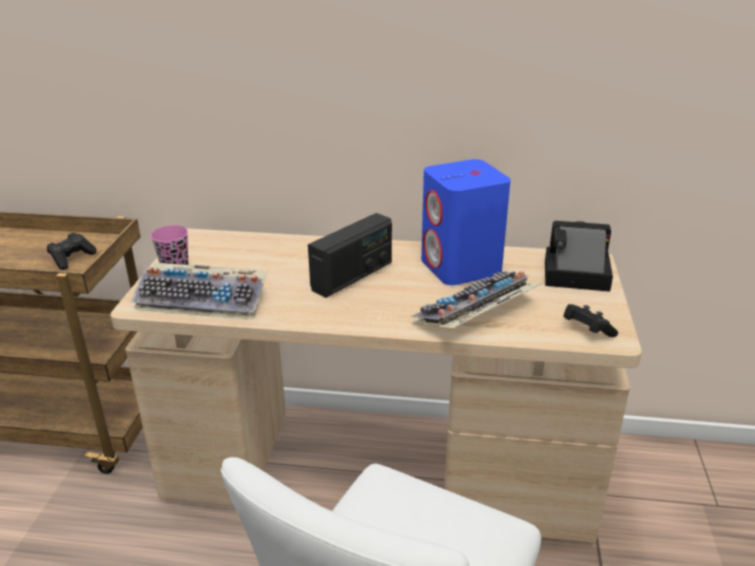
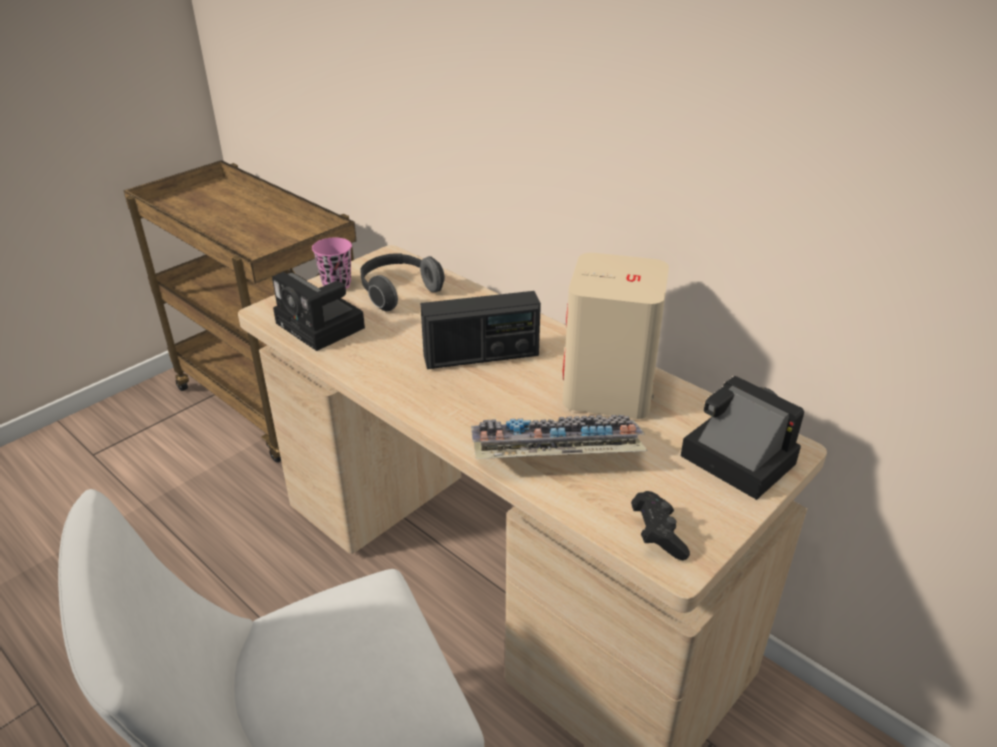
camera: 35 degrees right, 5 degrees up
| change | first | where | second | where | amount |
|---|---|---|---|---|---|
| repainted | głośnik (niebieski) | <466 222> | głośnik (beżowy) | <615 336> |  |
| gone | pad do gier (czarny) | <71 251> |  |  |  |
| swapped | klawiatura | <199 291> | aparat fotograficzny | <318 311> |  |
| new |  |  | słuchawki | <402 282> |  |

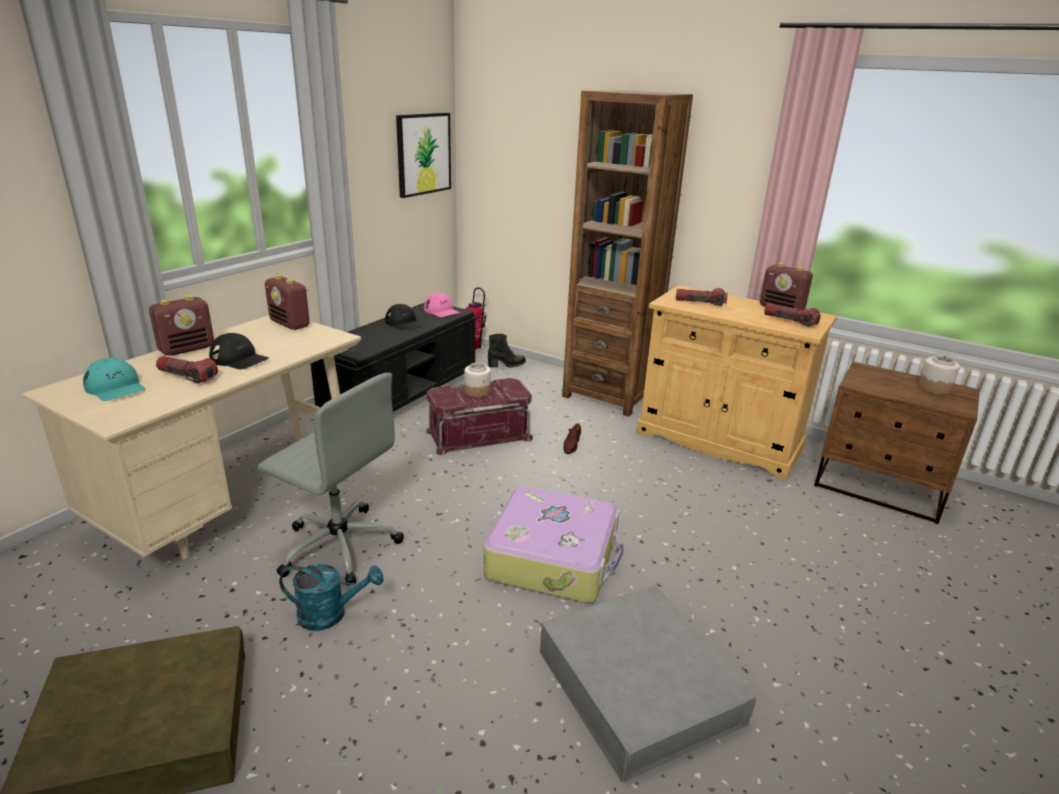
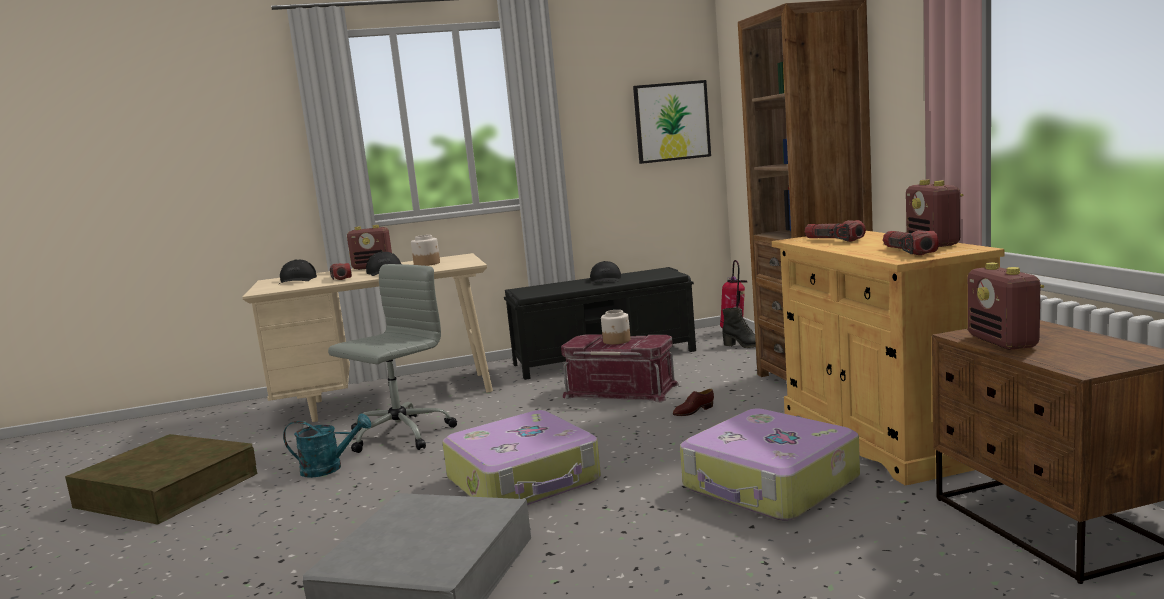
camera: 45 degrees right, 15 degrees down
| change | first | where | second | where | amount |
|---|---|---|---|---|---|
| shifted | radio | <287 302> |  | <1006 306> |  |
| gone | czapka z daszkiem (różowy) | <442 305> |  |  |  |
| shifted | słoik | <939 375> |  | <425 250> |  |
| repainted | czapka z daszkiem (turkusowy) | <114 379> | czapka z daszkiem (czarny) | <298 271> |  |
| rotated | krzesło biurowe (szary) | <331 479> |  | <392 358> | 120 degrees counterclockwise |
| rotated | konewka (turkusowy) | <331 597> |  | <327 445> | 45 degrees counterclockwise |
| new |  |  | walizka | <770 465> |  |

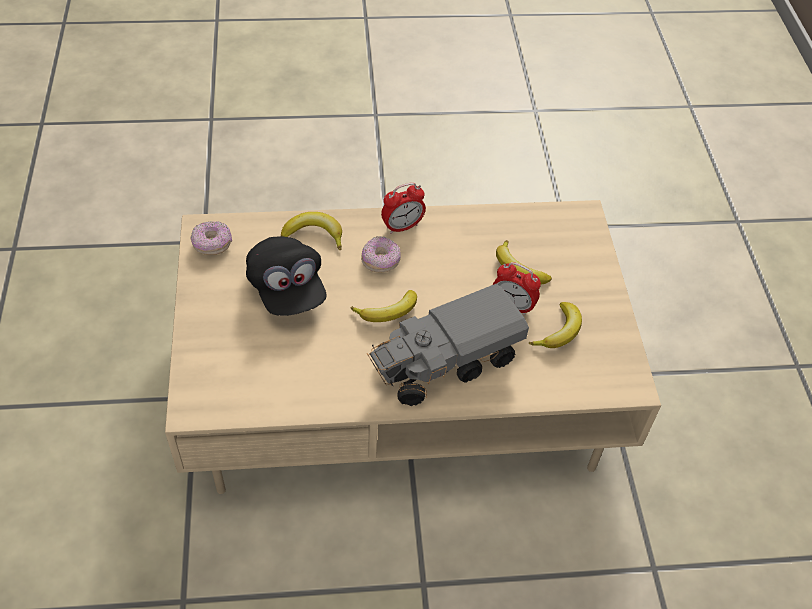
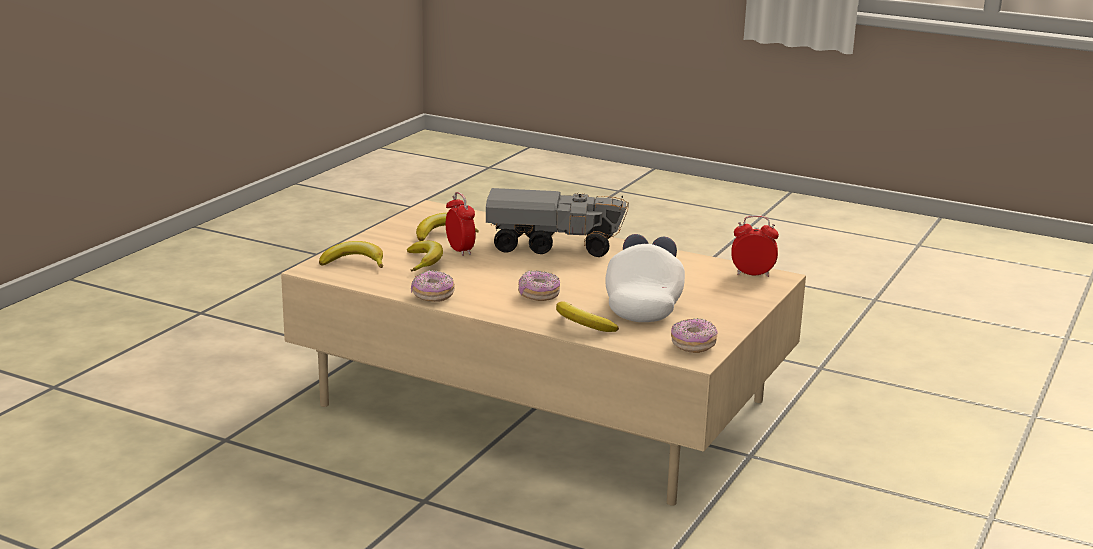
camera: 145 degrees left, 30 degrees down
| change | first | where | second | where | amount |
|---|---|---|---|---|---|
| shifted | budzik | <403 208> |  | <755 246> |  |
| repainted | czapka z daszkiem (czarny) | <286 276> | czapka z daszkiem (biały) | <645 278> |  |
| shifted | banan | <383 306> |  | <351 254> |  |
| new |  |  | donut | <433 286> |  |

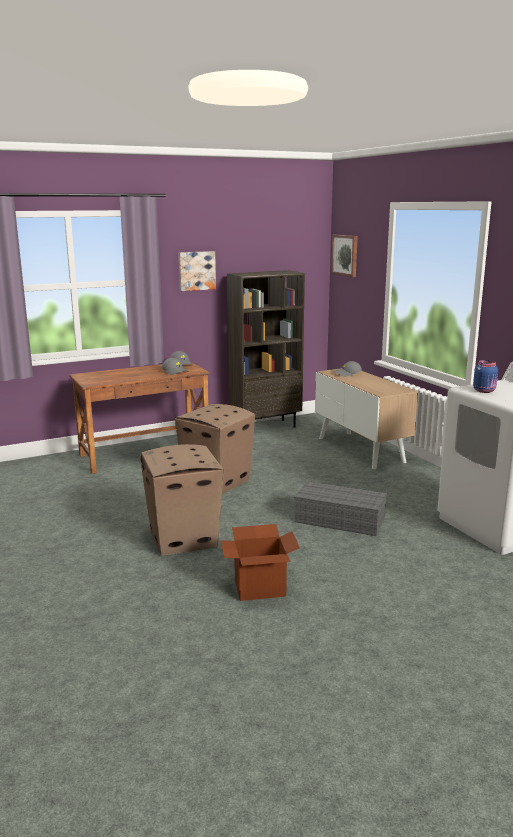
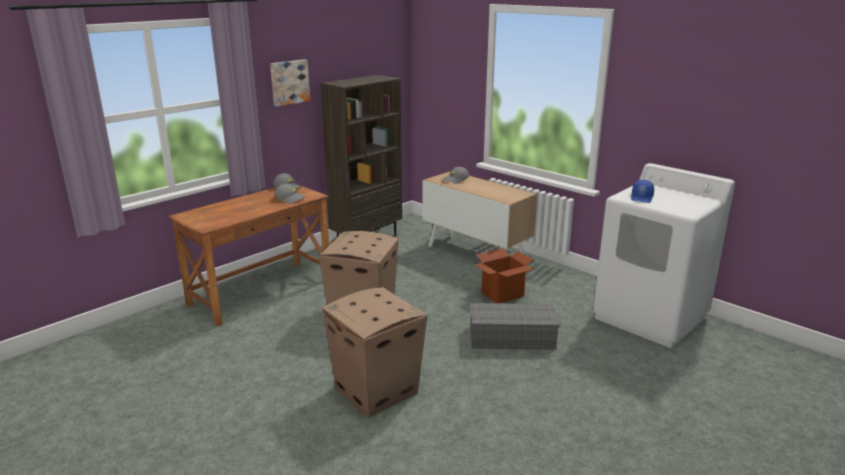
camera: 20 degrees left, 5 degrees up
| change | first | where | second | where | amount |
|---|---|---|---|---|---|
| gone | obraz | <344 256> |  |  |  |
| swapped | słoik (niebieski) | <485 376> | czapka z daszkiem (niebieski) | <642 191> |  |
| shifted | karton | <260 562> |  | <504 275> |  |

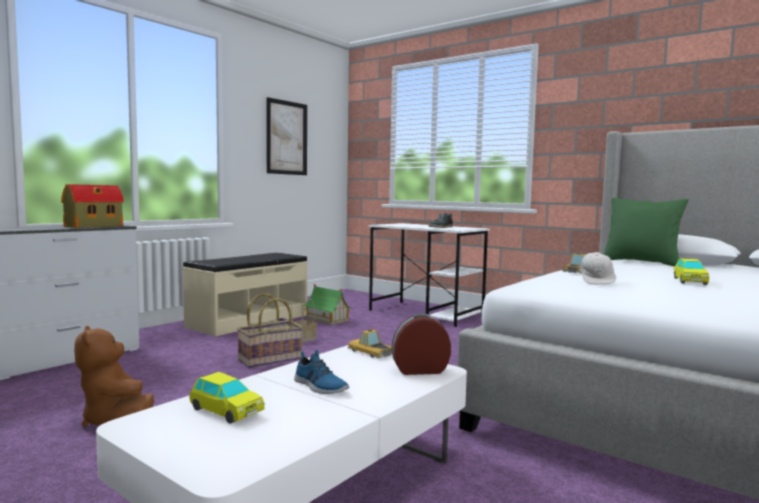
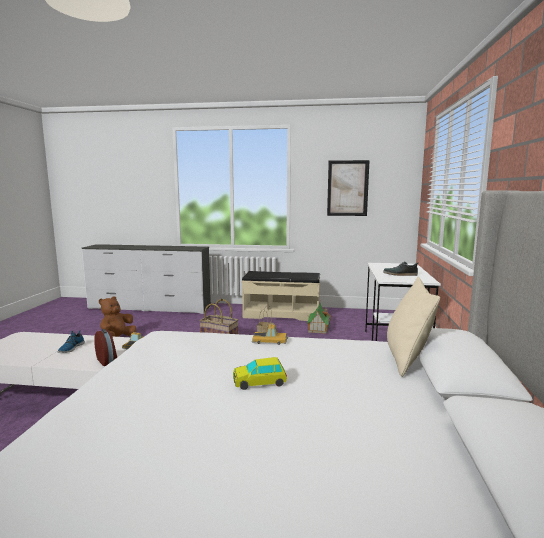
camera: 60 degrees right, 5 degrees up
| change | first | where | second | where | amount |
|---|---|---|---|---|---|
| gone | domek | <92 206> |  |  |  |
| repainted | poduszka (zielony) | <645 231> | poduszka (beżowy) | <413 327> |  |
| gone | czapka z daszkiem (biały) | <598 268> |  |  |  |
| gone | samochodzik | <227 398> |  |  |  |

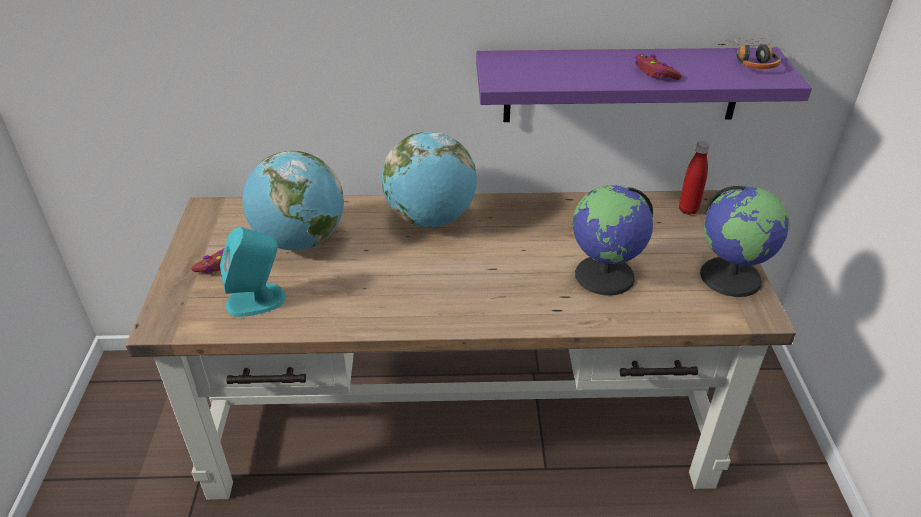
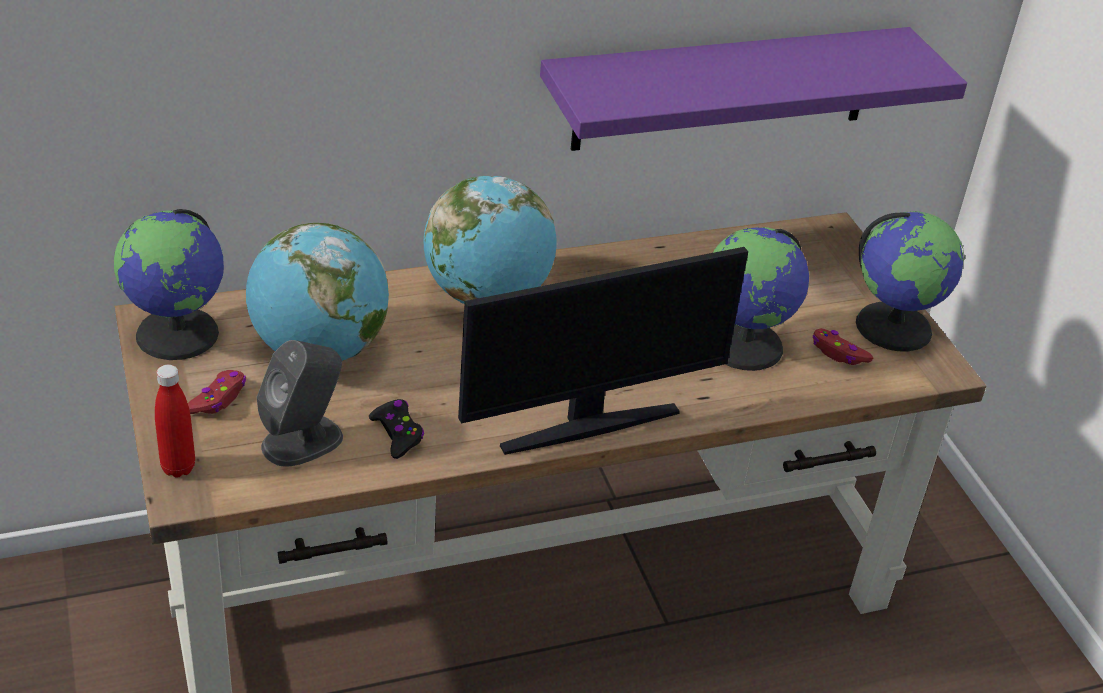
camera: 20 degrees left, 0 degrees up
| change | first | where | second | where | amount |
|---|---|---|---|---|---|
| gone | słuchawki | <749 53> |  |  |  |
| shifted | pad do gier (czerwony) | <658 67> |  | <843 346> |  |
| shifted | butelka (czerwony) | <694 178> |  | <175 421> |  |
| repainted | głośnik (turkusowy) | <253 272> | głośnik (szary) | <300 403> |  |
| new |  |  | globus | <169 284> |  |
| new |  |  | monitor | <603 351> |  |
| new |  |  | pad do gier (czarny) | <396 429> |  |

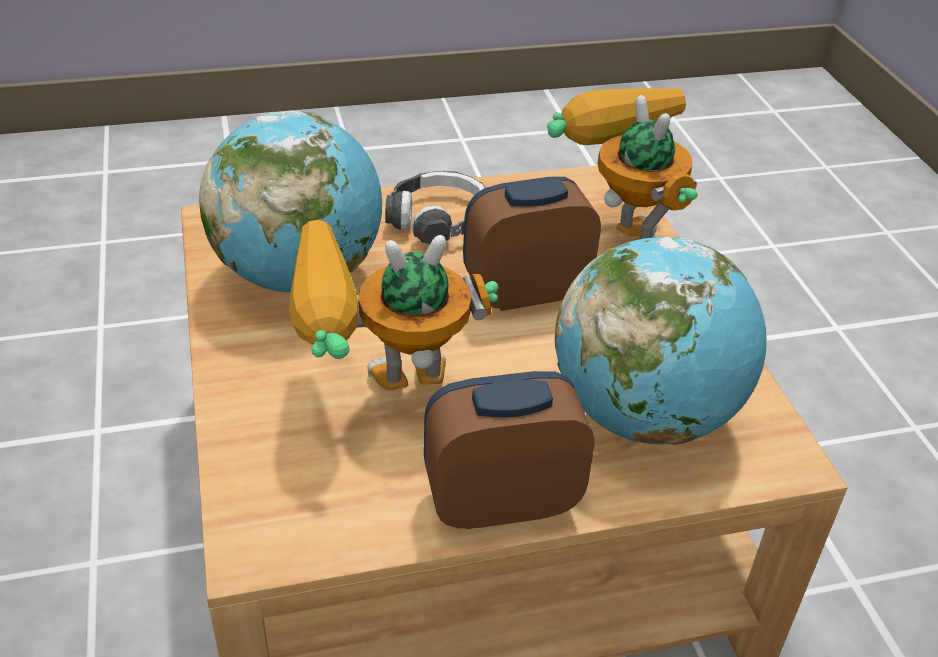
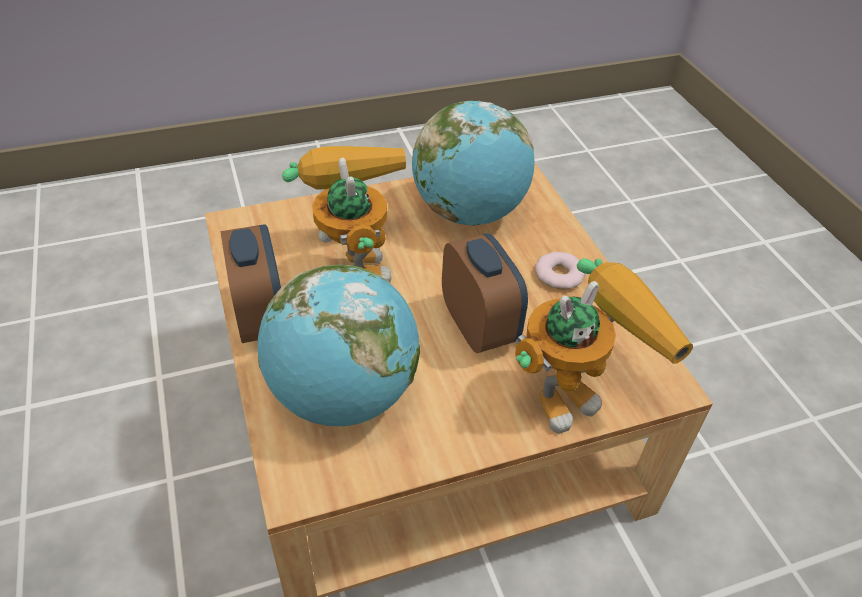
camera: 85 degrees right, 5 degrees up
| change | first | where | second | where | amount |
|---|---|---|---|---|---|
| swapped | słuchawki | <435 208> | donut | <560 270> |  |

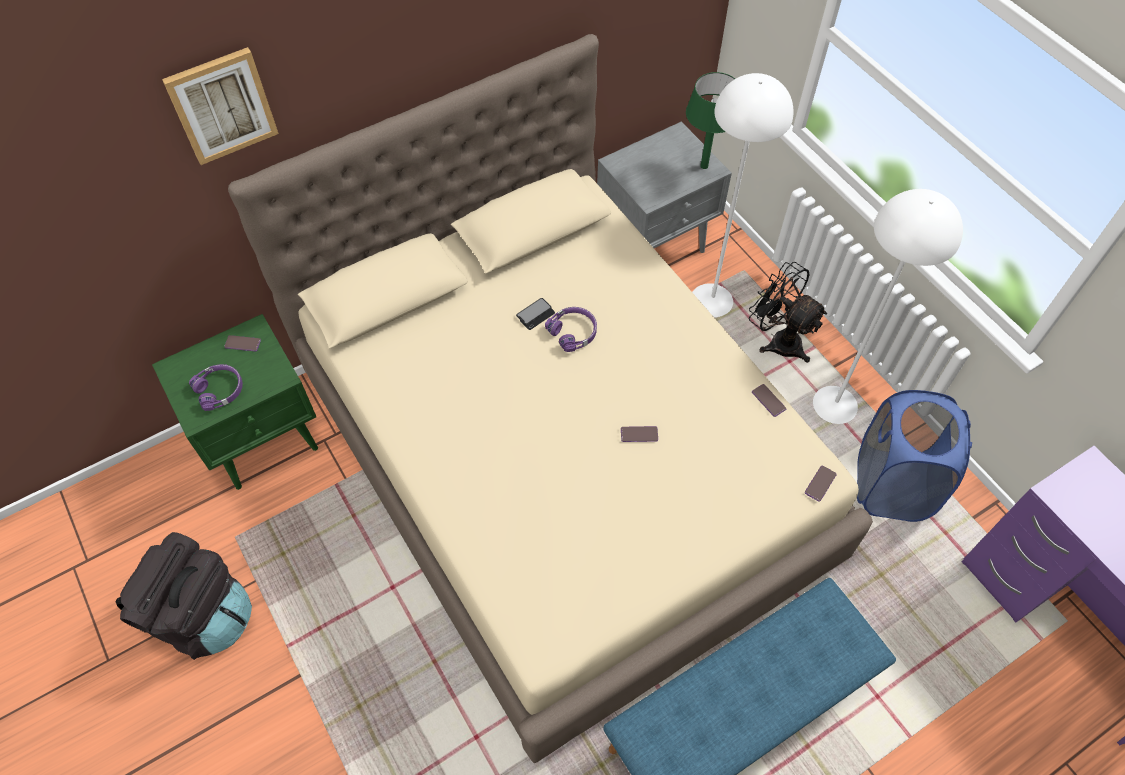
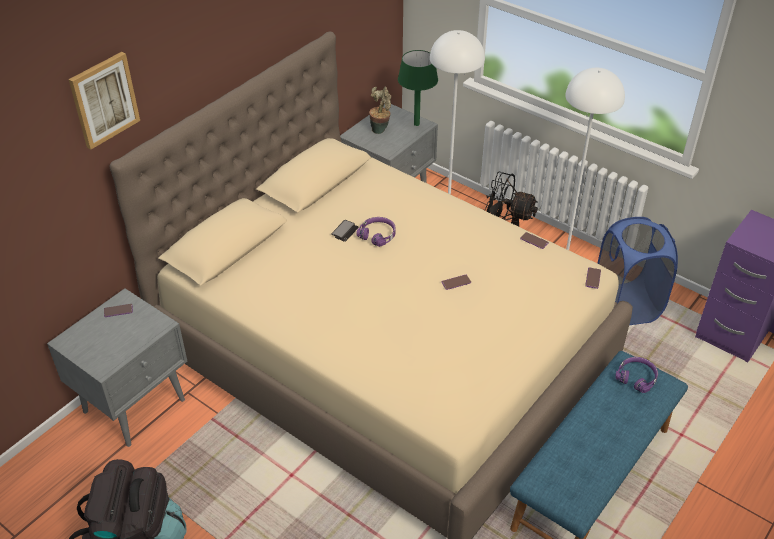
camera: 20 degrees left, 15 degrees down
| change | first | where | second | where | amount |
|---|---|---|---|---|---|
| repainted | szafka nocna (zielony) | <235 402> | szafka nocna (szary) | <117 367> |  |
| shifted | słuchawki (fioletowy) | <216 387> |  | <636 375> |  |
| new |  |  | roślina doniczkowa | <380 110> |  |

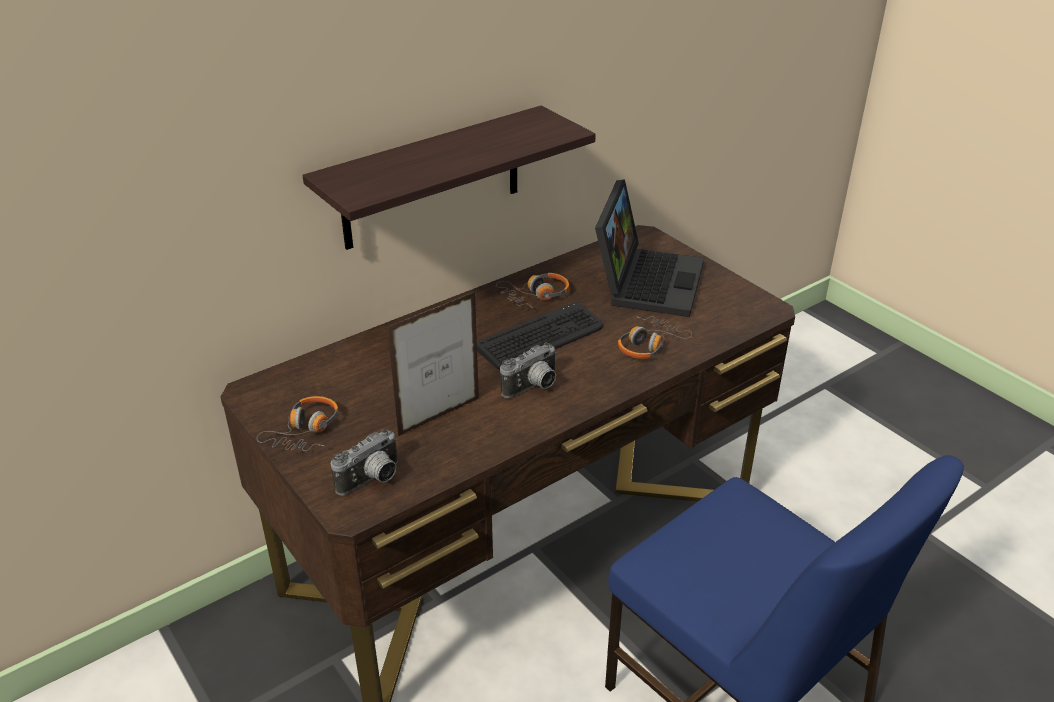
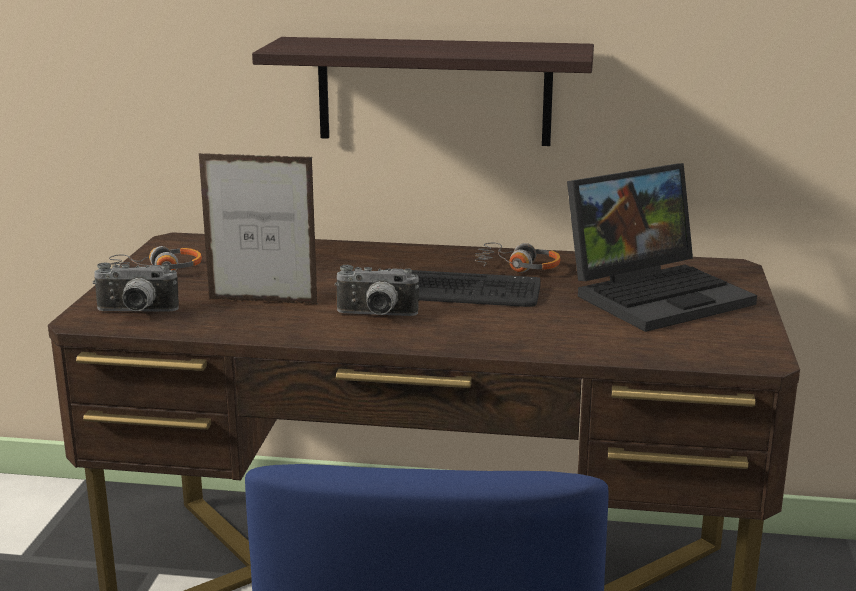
camera: 45 degrees right, 15 degrees down
| change | first | where | second | where | amount |
|---|---|---|---|---|---|
| gone | słuchawki | <655 337> |  |  |  |

